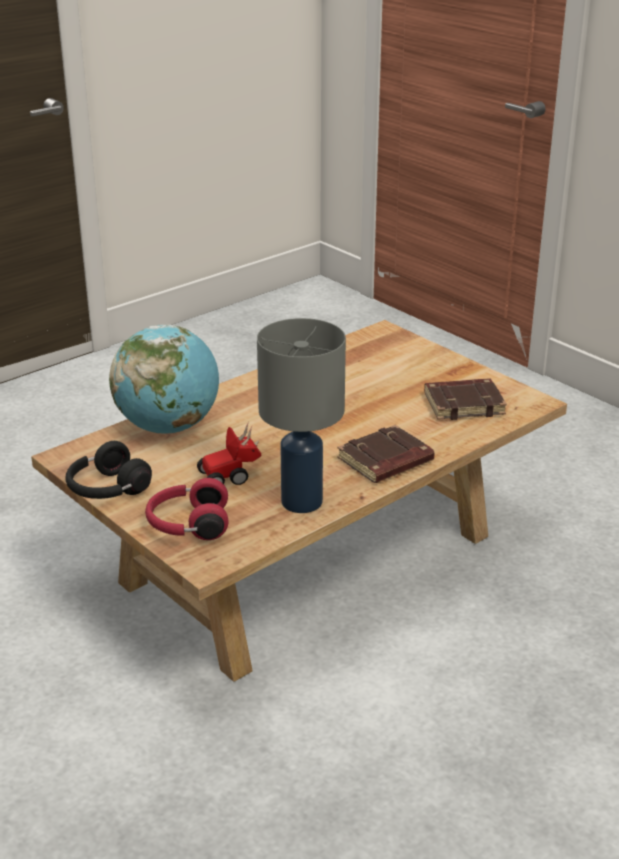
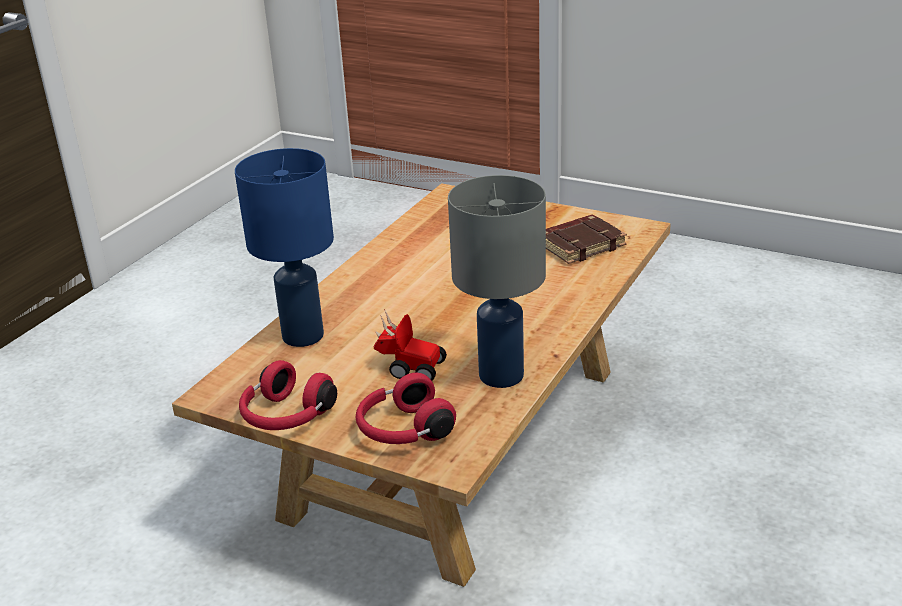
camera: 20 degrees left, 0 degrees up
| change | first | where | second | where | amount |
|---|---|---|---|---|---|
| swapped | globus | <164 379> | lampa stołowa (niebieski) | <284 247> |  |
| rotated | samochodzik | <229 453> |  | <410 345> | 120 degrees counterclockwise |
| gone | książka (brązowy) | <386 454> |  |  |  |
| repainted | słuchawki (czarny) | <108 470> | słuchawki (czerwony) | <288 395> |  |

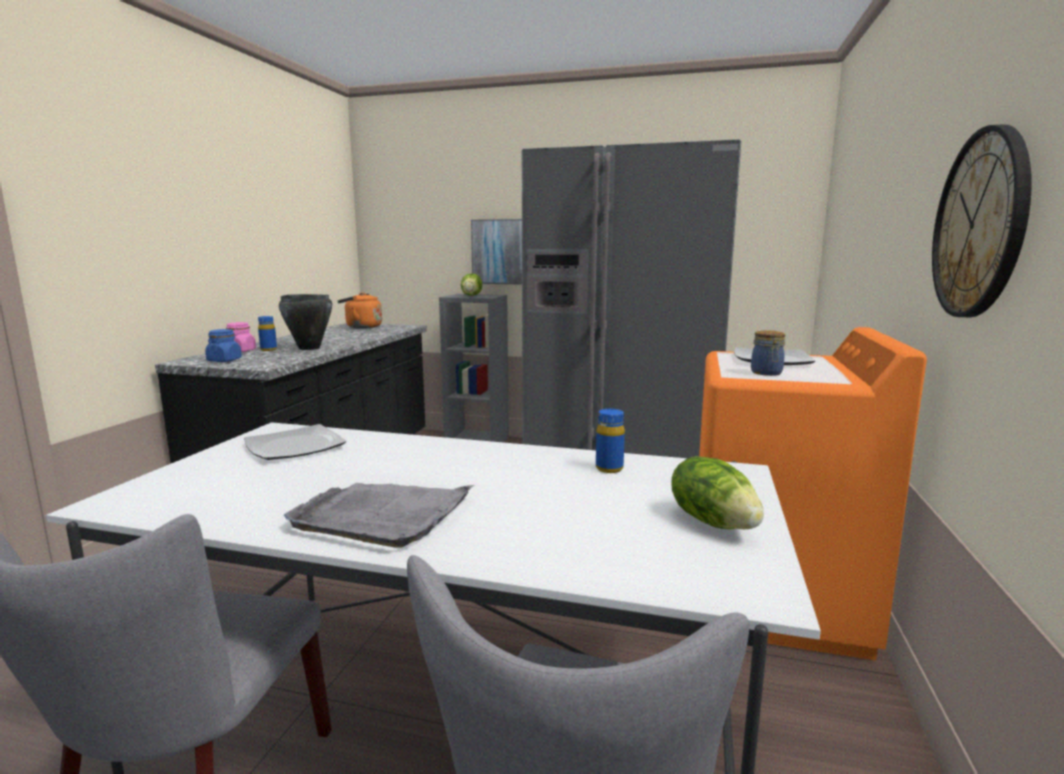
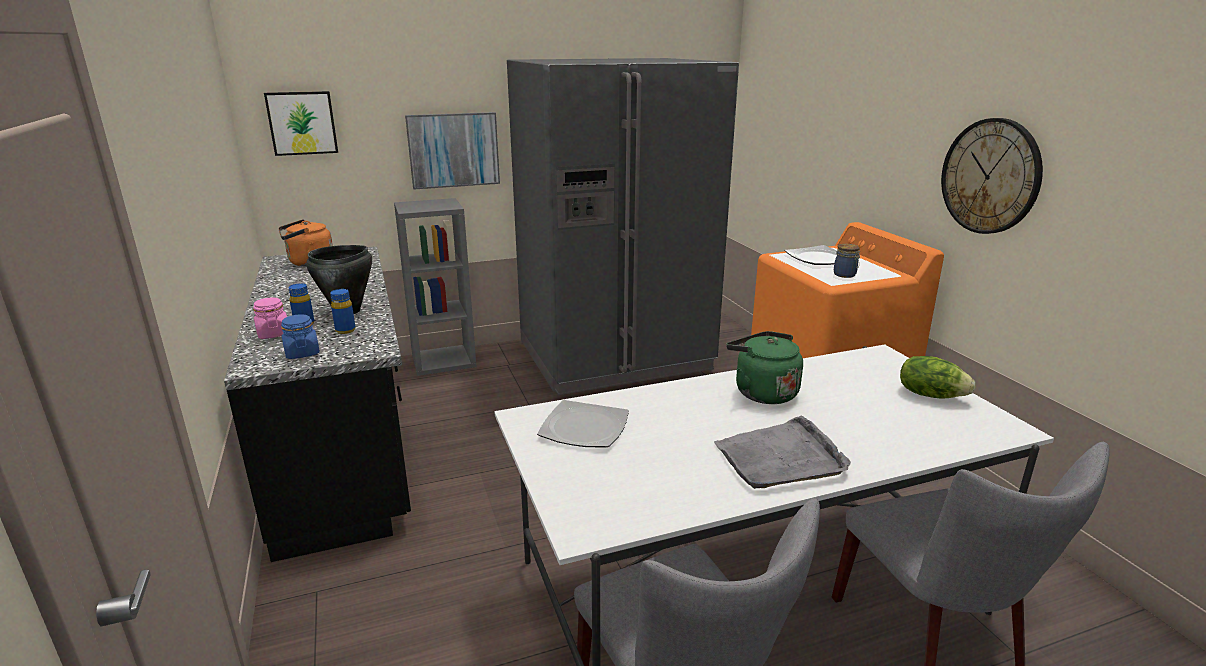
camera: 35 degrees left, 10 degrees up
| change | first | where | second | where | amount |
|---|---|---|---|---|---|
| gone | sałata | <471 284> |  |  |  |
| shifted | butelka (niebieski) | <610 441> |  | <343 311> |  |
| new |  |  | obraz | <301 123> |  |
| new |  |  | czajnik (zielony) | <764 367> |  |

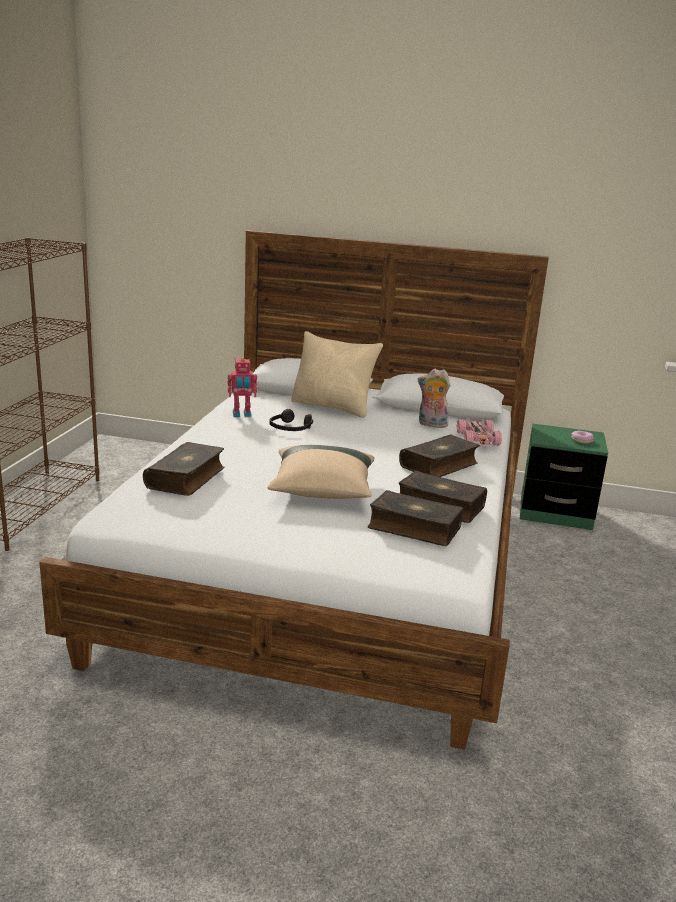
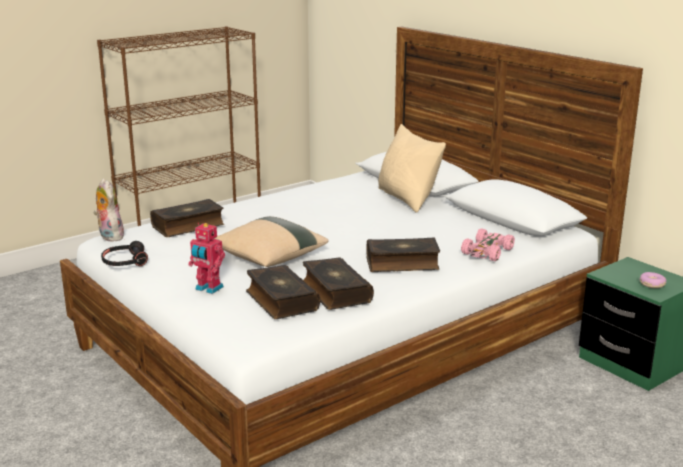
camera: 40 degrees right, 0 degrees up
| change | first | where | second | where | amount |
|---|---|---|---|---|---|
| shifted | robot zabawkowy | <242 387> |  | <206 258> |  |
| shifted | pluszak | <434 398> |  | <108 210> |  |
| shifted | słuchawki (czarny) | <291 420> |  | <124 253> |  |

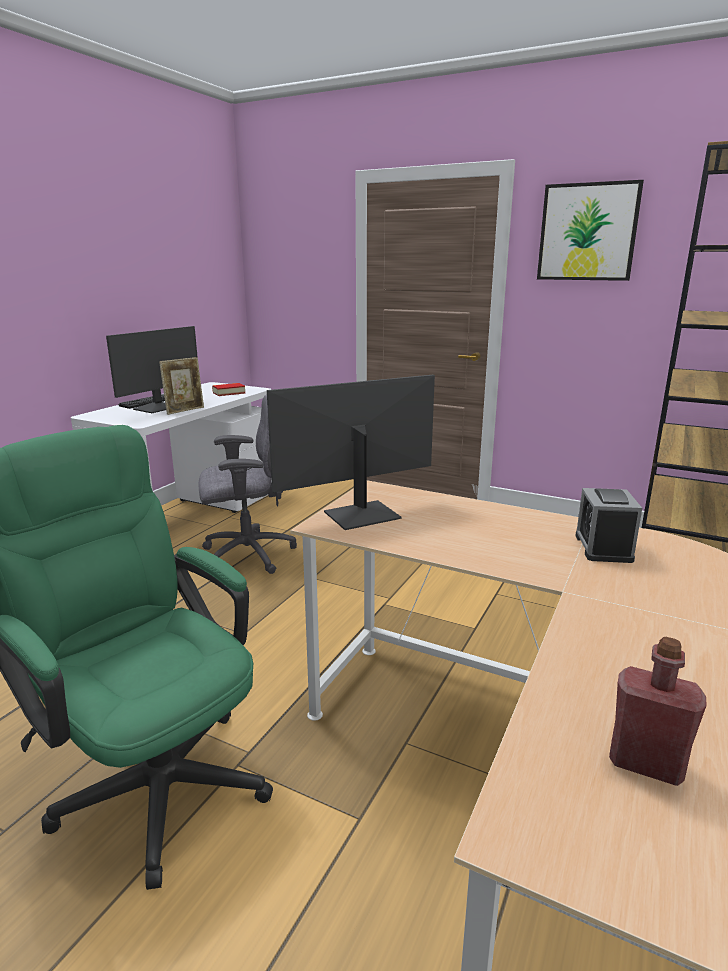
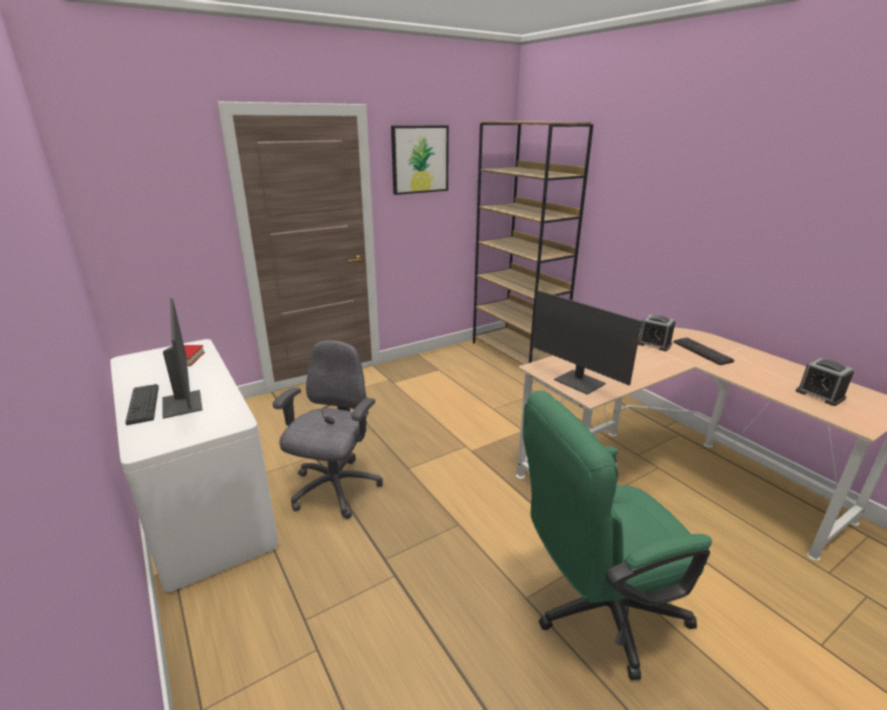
camera: 60 degrees left, 5 degrees up
| change | first | where | second | where | amount |
|---|---|---|---|---|---|
| gone | ramka na zdjęcie | <181 386> |  |  |  |
| rotated | monitor | <351 452> |  | <587 342> | 45 degrees counterclockwise |
| swapped | butelka (czerwony) | <658 711> | budzik | <825 382> |  |
| new |  |  | klawiatura | <703 351> |  |

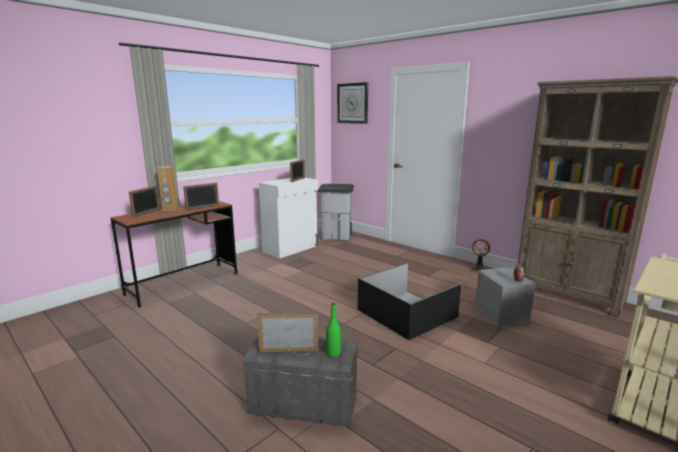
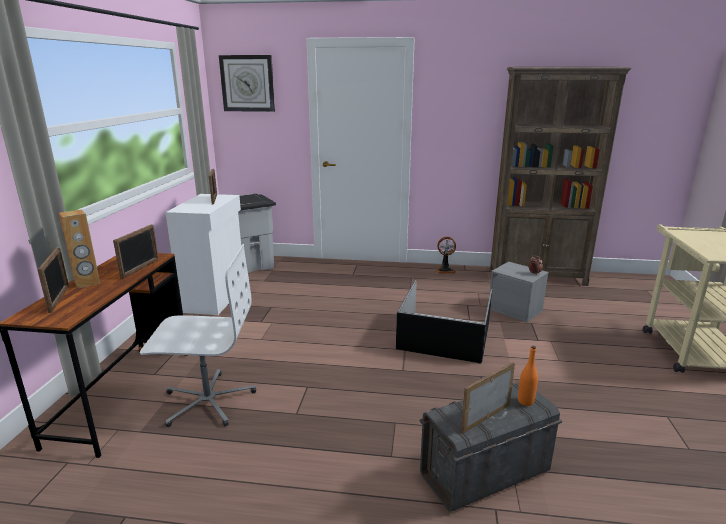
camera: 35 degrees left, 5 degrees up
| change | first | where | second | where | amount |
|---|---|---|---|---|---|
| repainted | butelka (zielony) | <333 330> | butelka (pomarańczowy) | <528 376> |  |
| new |  |  | krzesło biurowe (biały) | <198 335> |  |

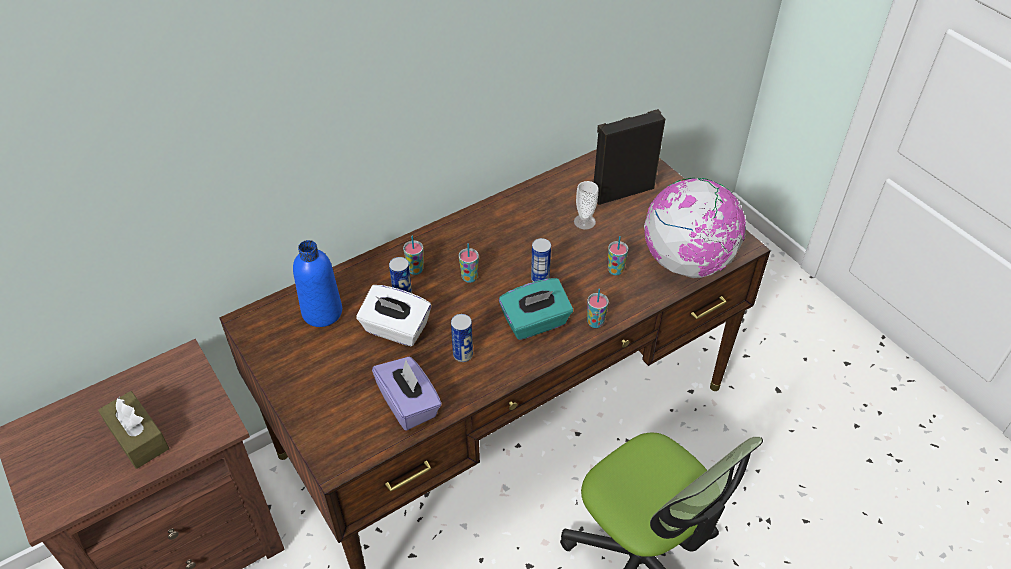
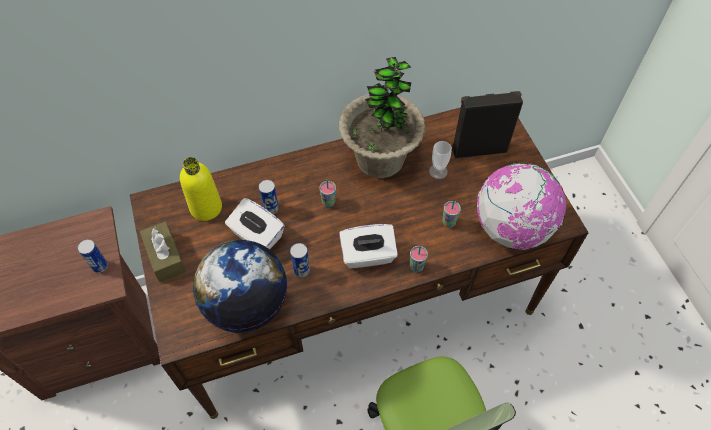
camera: 15 degrees right, 10 degrees up
| change | first | where | second | where | amount |
|---|---|---|---|---|---|
| gone | filiżanka | <413 255> |  |  |  |
| shifted | puszka | <541 260> |  | <93 256> |  |
| repainted | butelka (niebieski) | <317 283> | butelka (żółty) | <201 189> |  |
| repainted | pudełko chusteczek (turkusowy) | <536 309> | pudełko chusteczek (biały) | <368 246> |  |
| swapped | pudełko chusteczek (fioletowy) | <407 393> | globus | <240 286> |  |
| shifted | pudełko chusteczek (brązowy) | <133 430> |  | <163 251> |  |
| new |  |  | roślina doniczkowa | <382 117> |  |

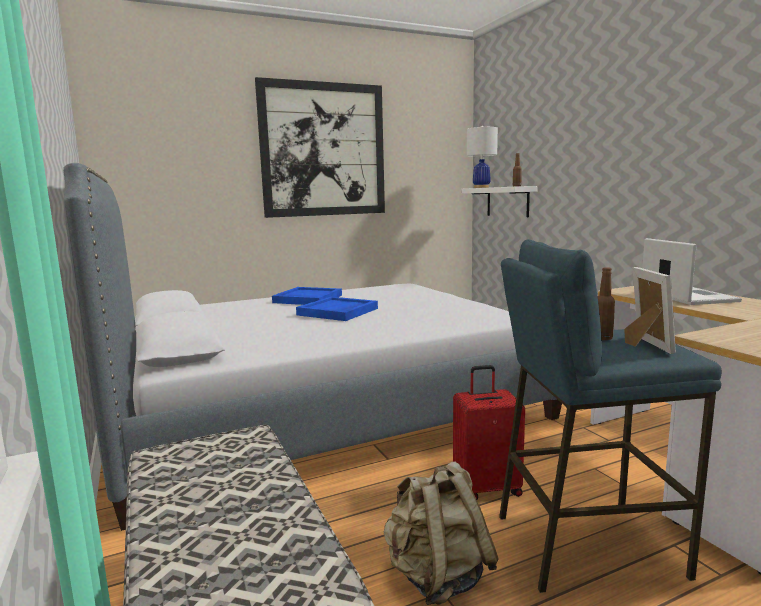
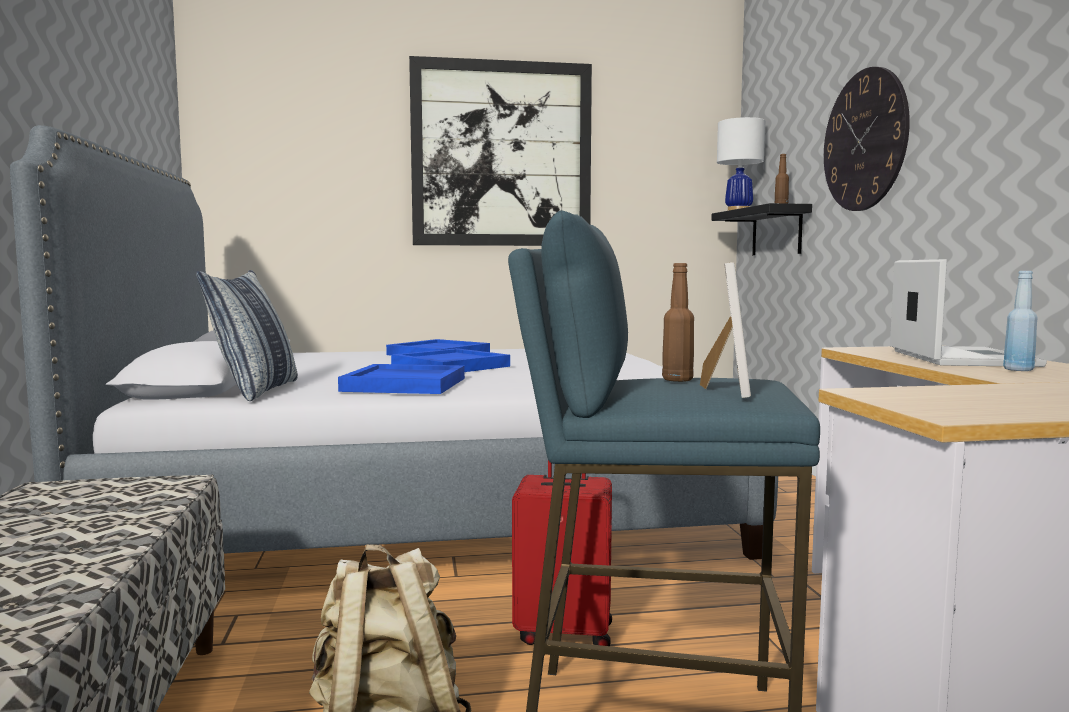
camera: 15 degrees right, 5 degrees down
| change | first | where | second | where | amount |
|---|---|---|---|---|---|
| repainted | półka (biały) | <499 201> | półka (czarny) | <761 229> |  |
| new |  |  | zegar ścienny | <867 139> |  |
| new |  |  | poduszka | <247 335> |  |
| new |  |  | butelka (niebieski) | <1020 321> |  |
| new |  |  | taca (niebieski) | <401 379> |  |

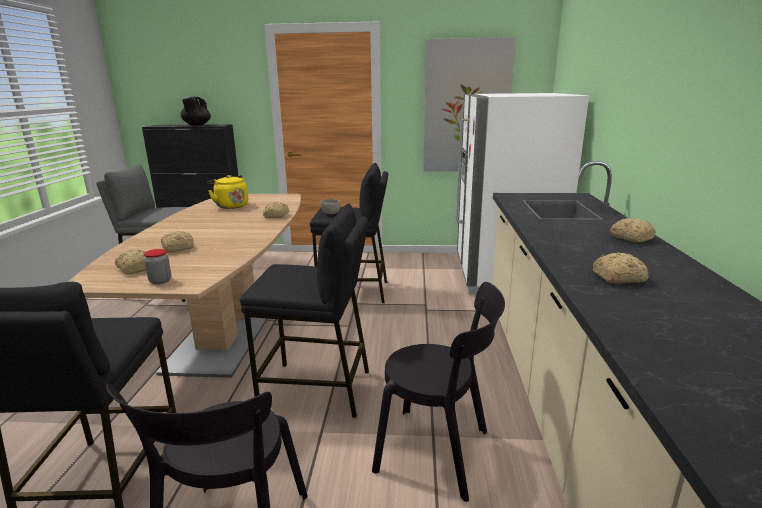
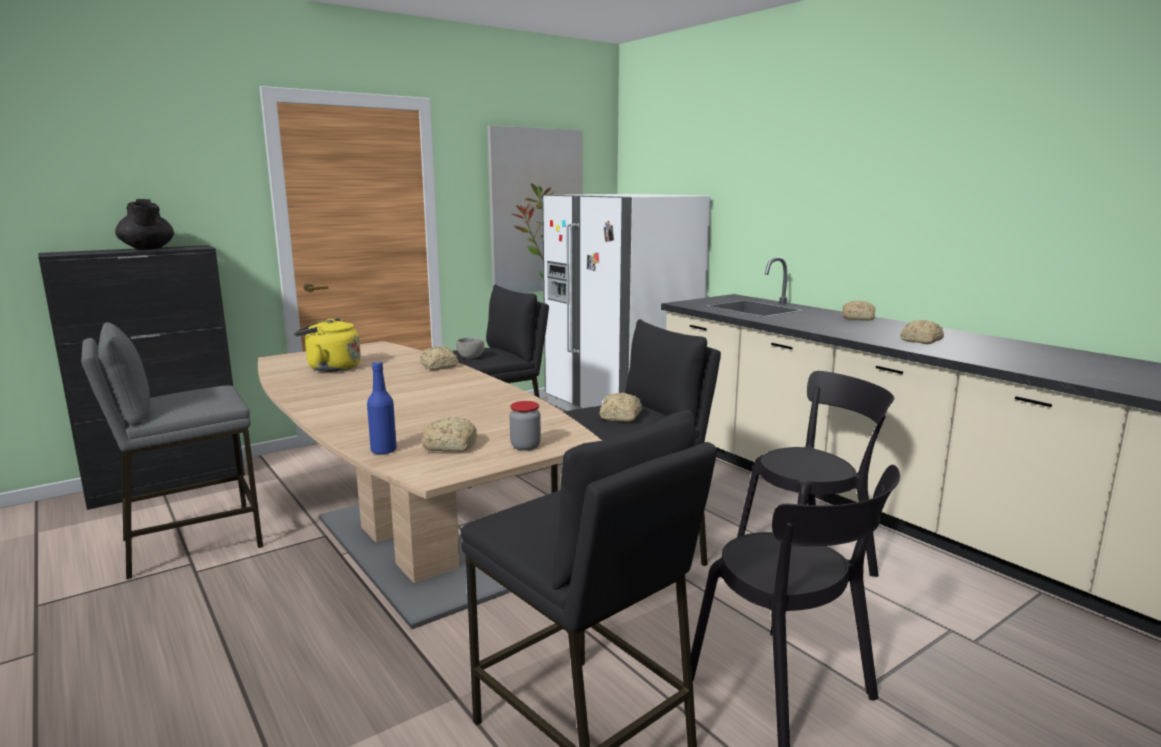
camera: 40 degrees left, 5 degrees down
| change | first | where | second | where | amount |
|---|---|---|---|---|---|
| shifted | chleb | <177 242> |  | <621 407> |  |
| new |  |  | butelka (niebieski) | <382 408> |  |

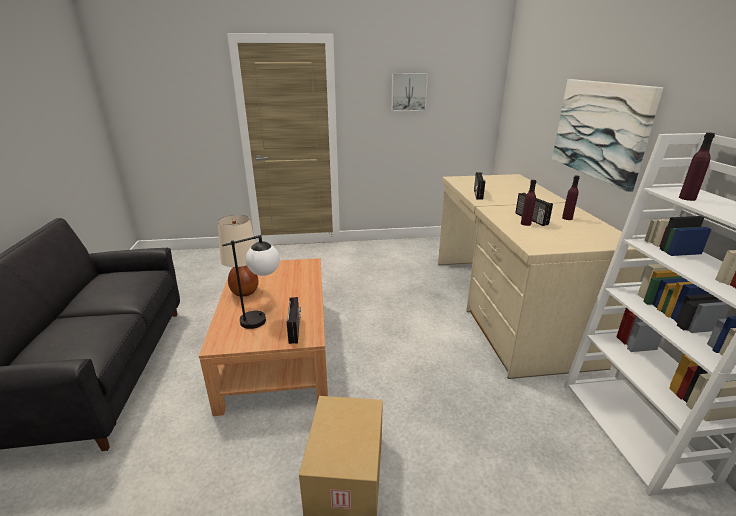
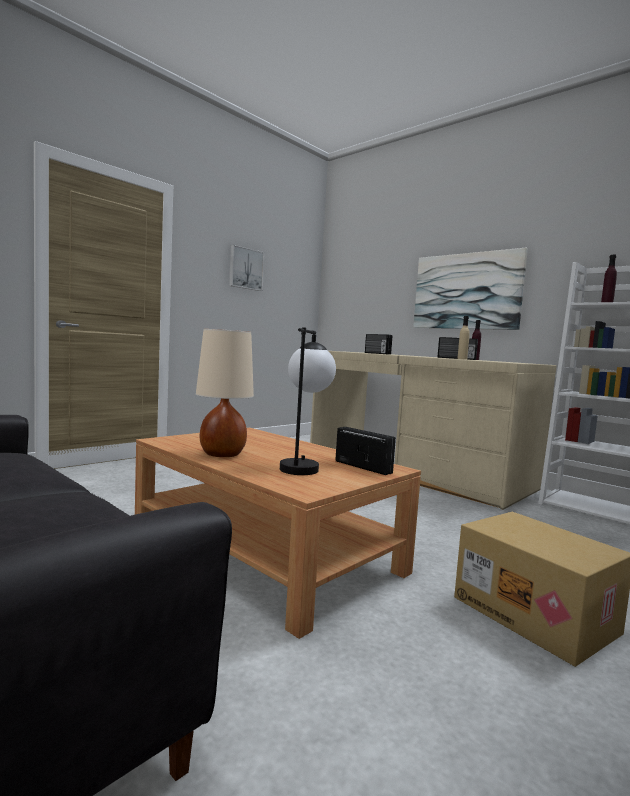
camera: 40 degrees left, 20 degrees down
| change | first | where | second | where | amount |
|---|---|---|---|---|---|
| repainted | butelka (fioletowy) | <528 203> | butelka (beżowy) | <463 338> |  |

